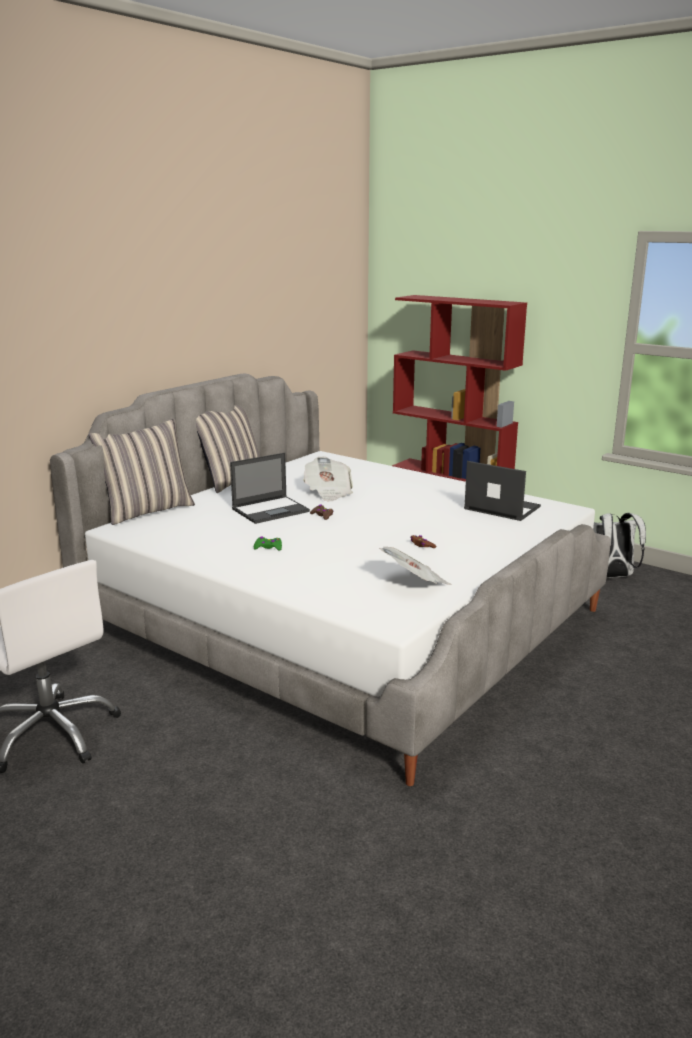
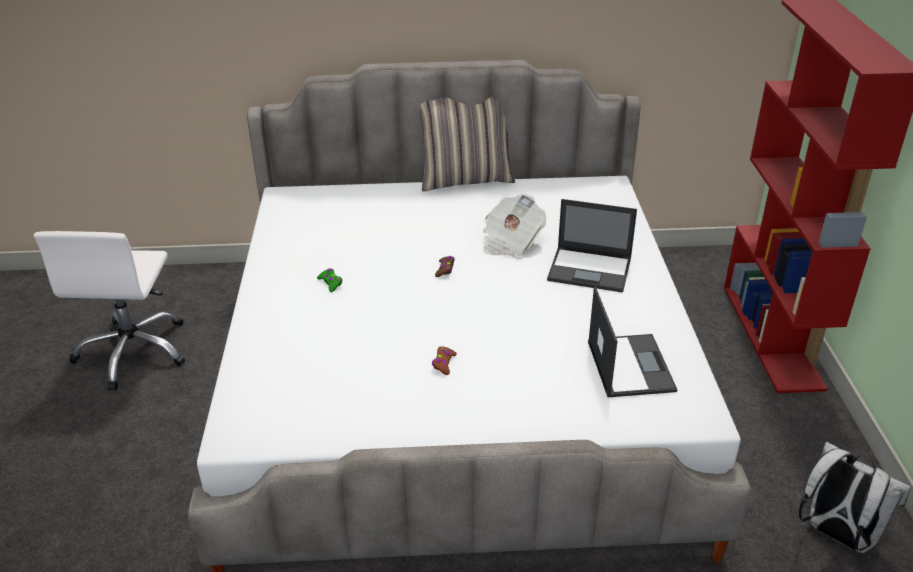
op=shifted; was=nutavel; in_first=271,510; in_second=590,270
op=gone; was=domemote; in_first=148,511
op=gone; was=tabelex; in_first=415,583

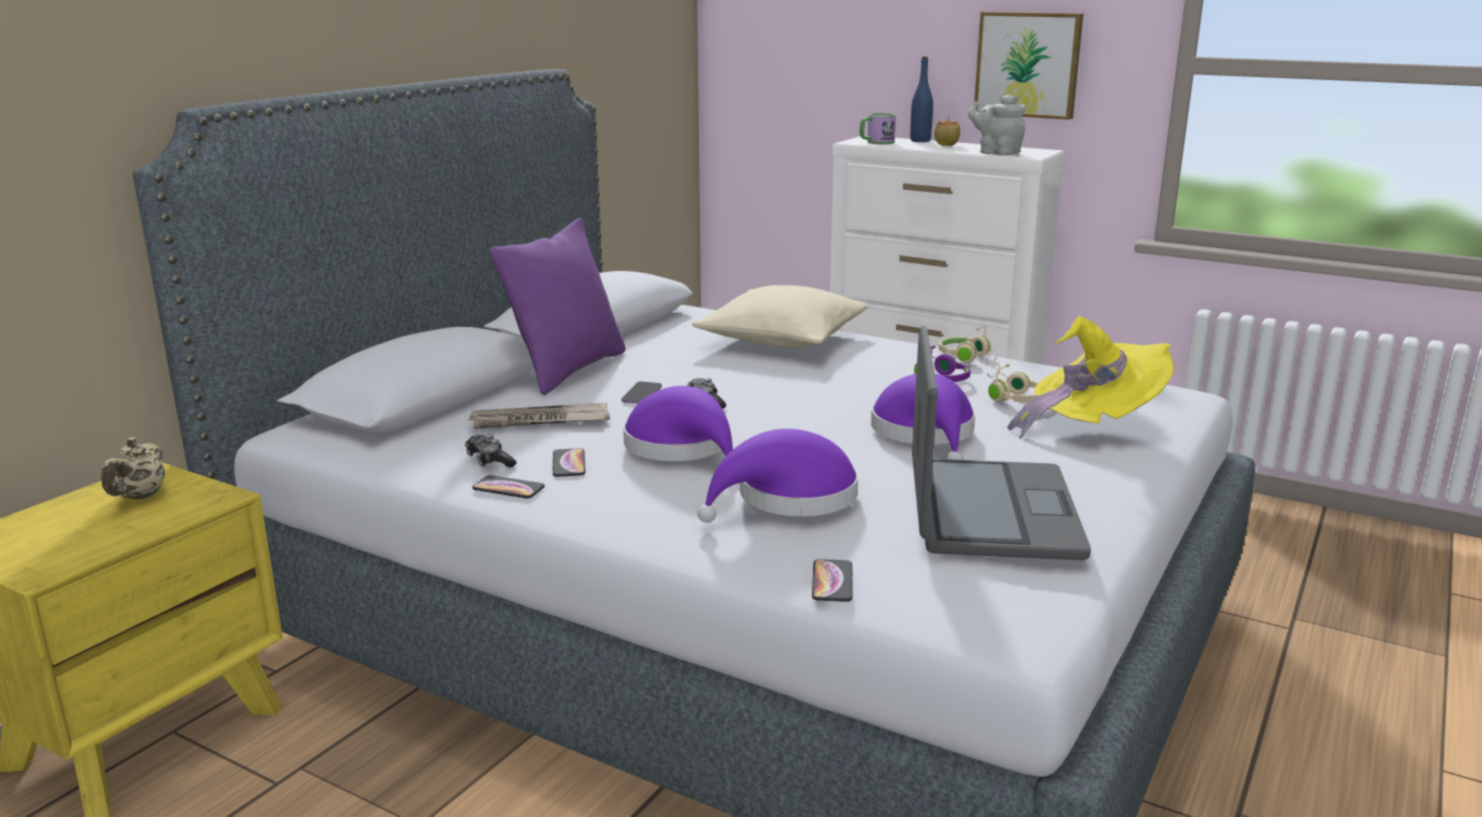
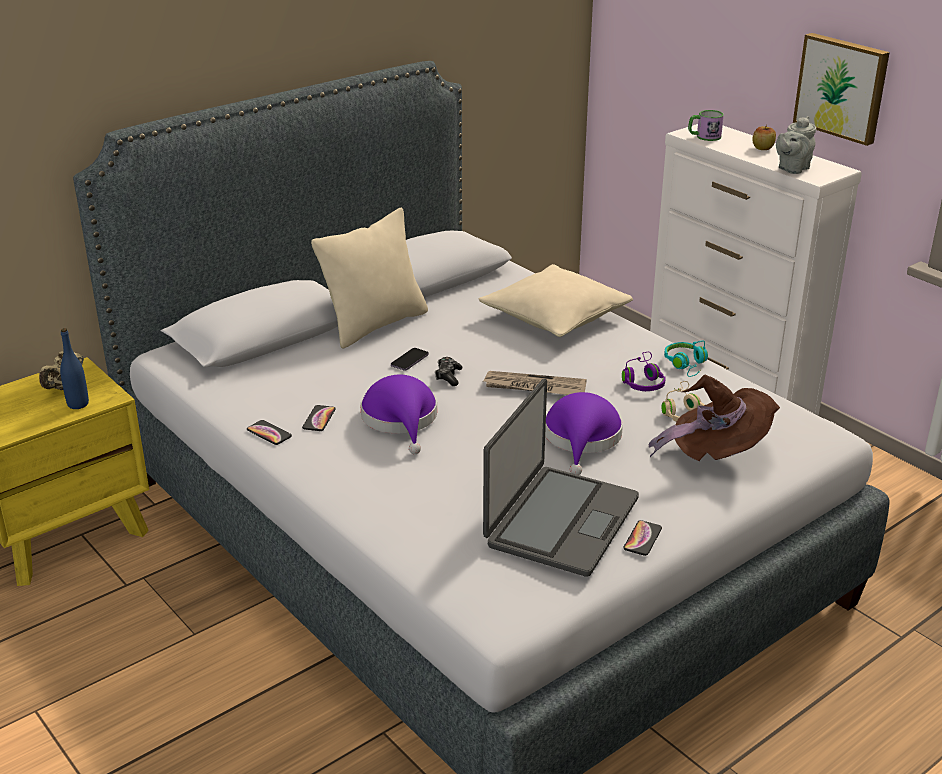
op=shifted; was=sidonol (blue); in_first=920,141; in_second=78,404
op=repainted; was=domemote (purple); now=domemote (beige); in_first=567,369; in_second=375,324
op=shifted; was=tabelex; in_first=539,421; in_second=534,387
op=shifted; was=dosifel; in_first=832,582; in_second=642,538
op=repainted; was=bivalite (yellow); now=bivalite (brown); in_first=1091,425; in_second=717,454
op=repainted; was=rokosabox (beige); now=rokosabox (turquoise); in_first=969,359; in_second=686,365
op=rotated; was=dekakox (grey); in_first=996,152; in_second=792,169; clockwise=-105
op=gone; was=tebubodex; in_first=489,461
op=gone; was=bivalite (purple); in_first=788,498

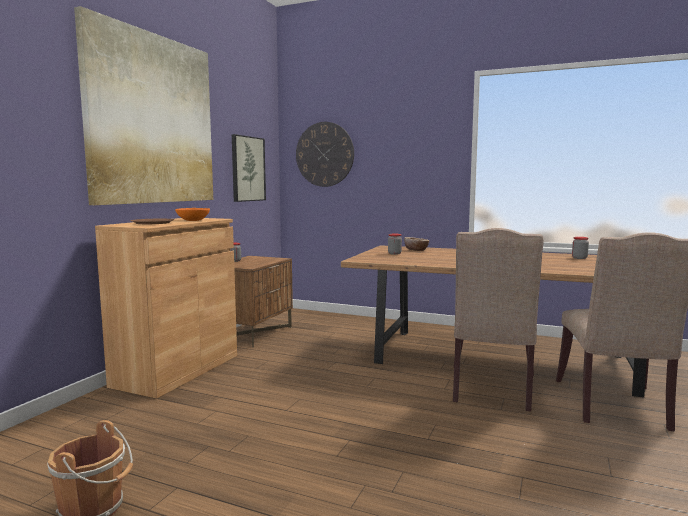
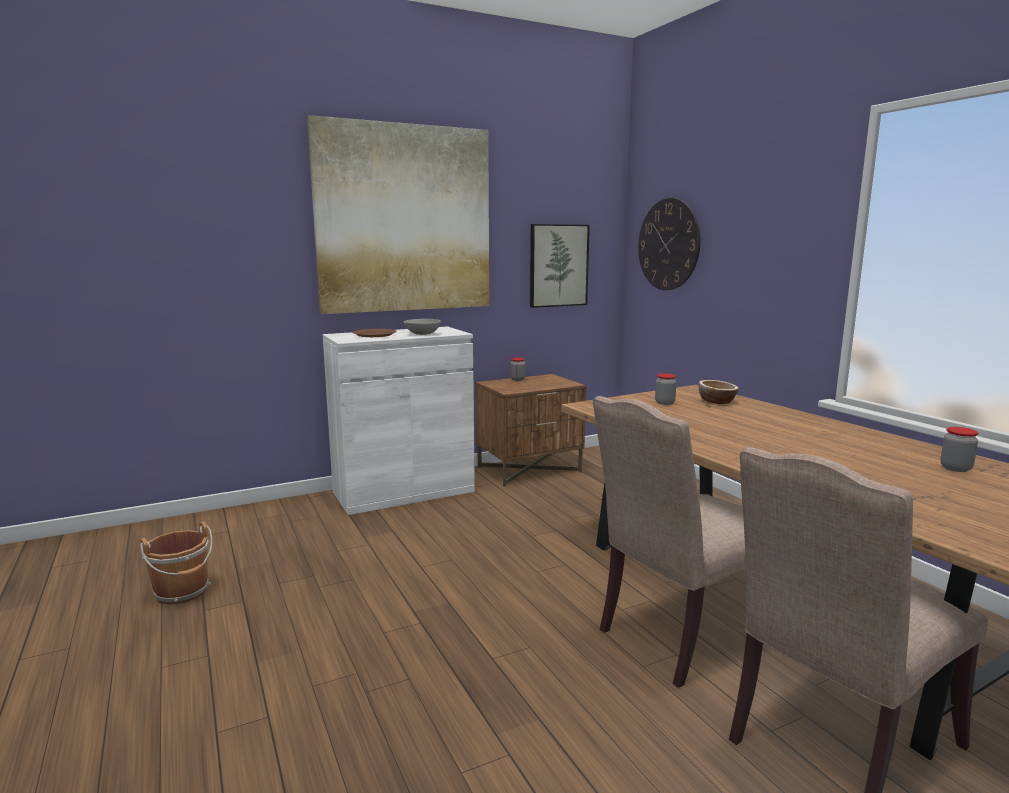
op=repainted; was=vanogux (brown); now=vanogux (white); in_first=177,370; in_second=403,492
op=repainted; was=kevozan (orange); now=kevozan (grey); in_first=193,220; in_second=423,334

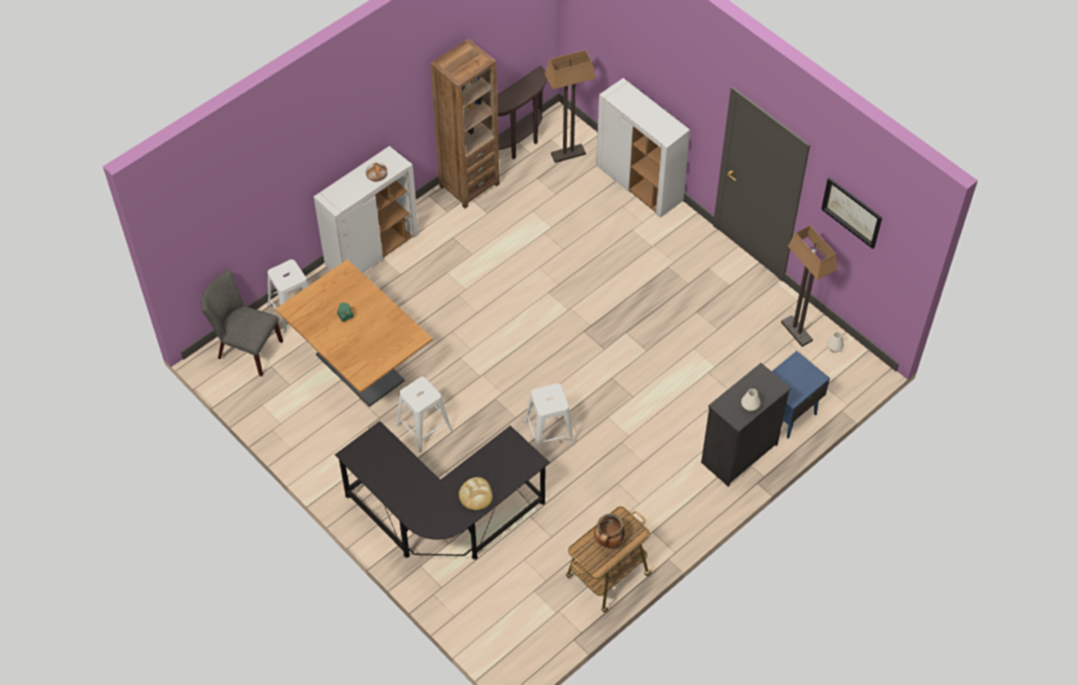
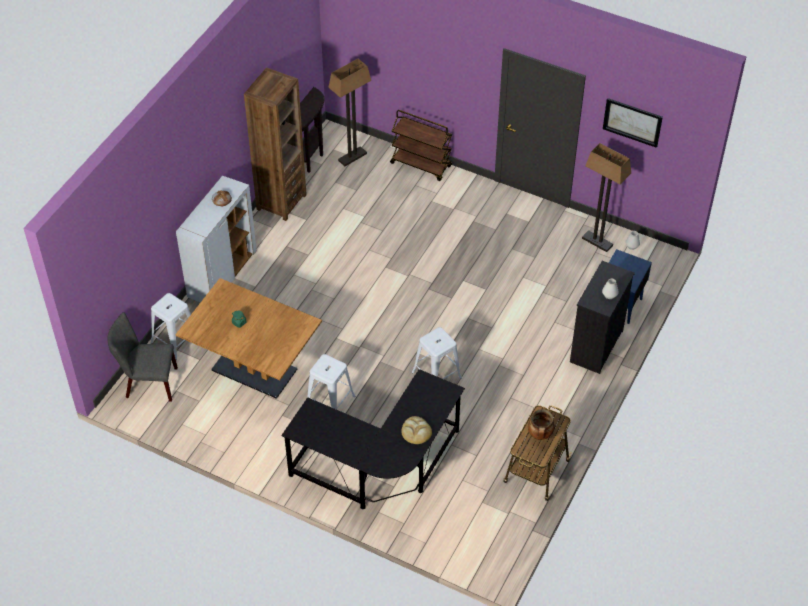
op=swapped; was=vanogux (white); now=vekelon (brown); in_first=640,184; in_second=421,165

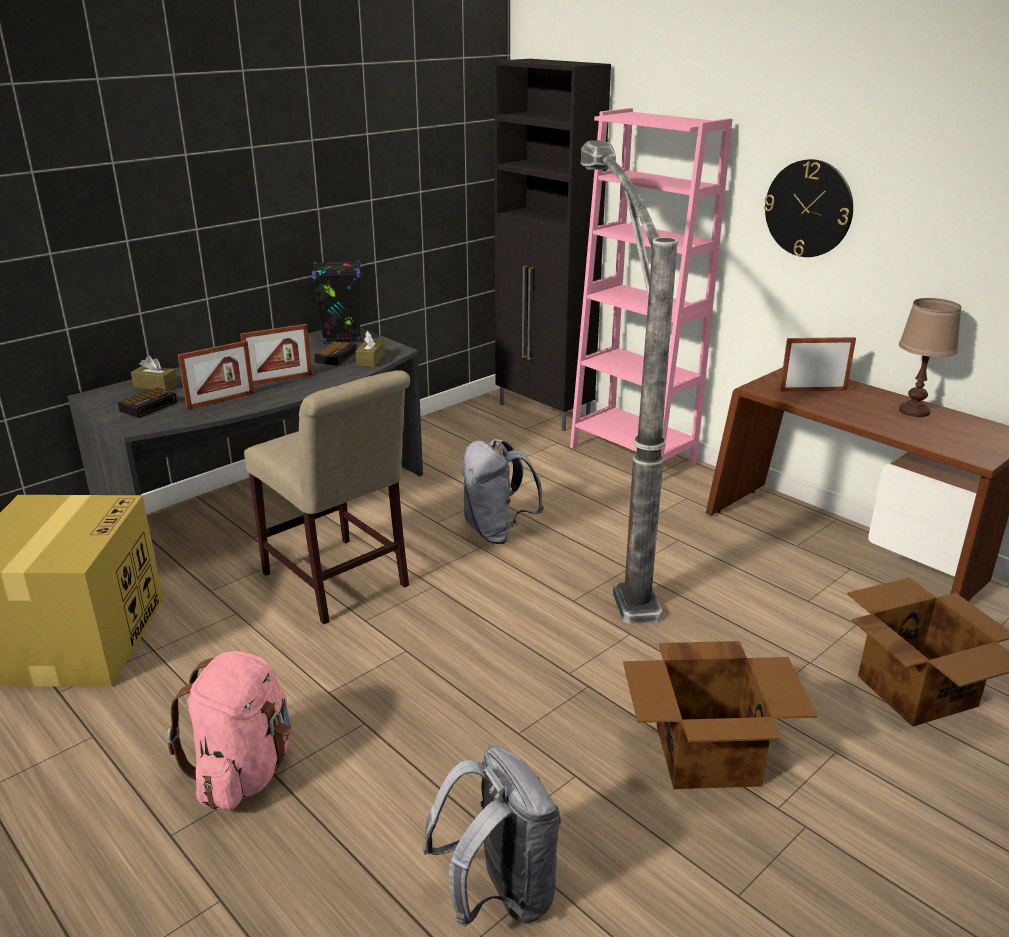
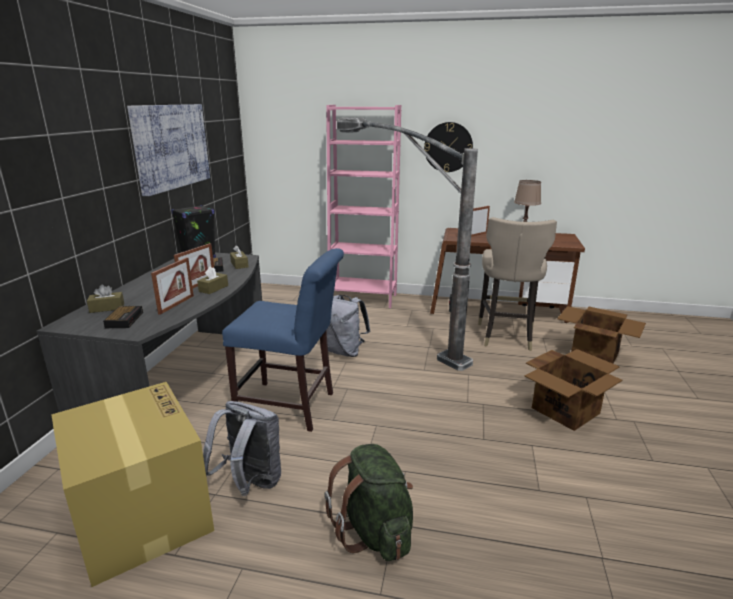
op=new; now=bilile; in_second=170,146
op=new; now=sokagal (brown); in_second=213,288
op=shifted; was=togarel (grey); in_first=499,894; in_second=250,483
op=repainted; was=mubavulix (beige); now=mubavulix (blue); in_first=339,583; in_second=291,407
op=repainted; was=togarel (pink); now=togarel (green); in_first=245,771; in_second=374,531
op=new; now=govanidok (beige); in_second=505,336
op=gone; was=vanogux (black); in_first=544,413

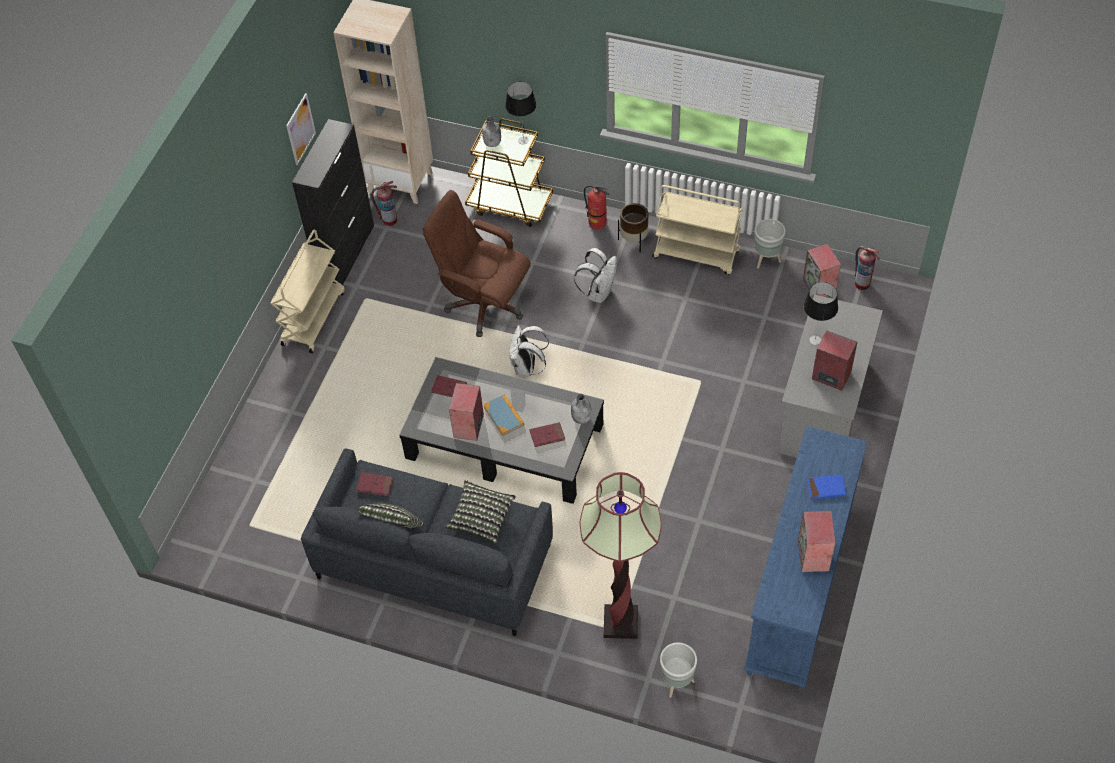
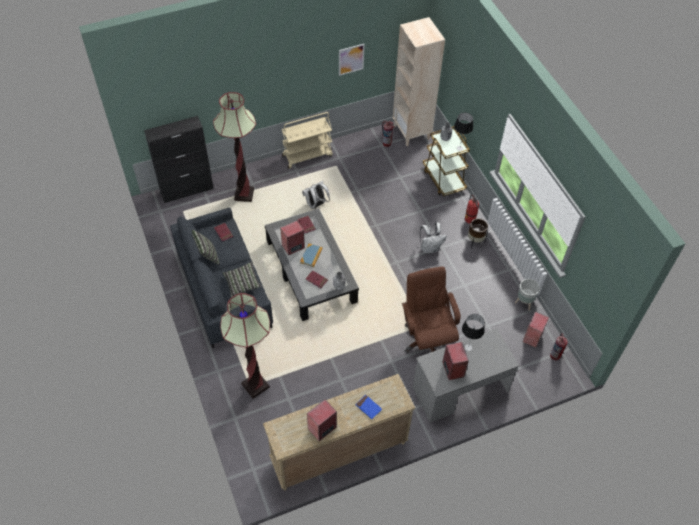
op=shifted; was=vanogux (black); in_first=346,252; in_second=187,190
op=new; now=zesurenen; in_second=244,194
op=repainted; was=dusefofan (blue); now=dusefofan (beige); in_first=798,593; in_second=338,452
op=shifted; was=togarel (white); in_first=527,367; in_second=316,205
op=shifted; was=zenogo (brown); in_first=484,305; in_second=426,339
op=gone; was=vekelon (beige); in_first=696,254
op=gone; was=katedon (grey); in_first=677,682

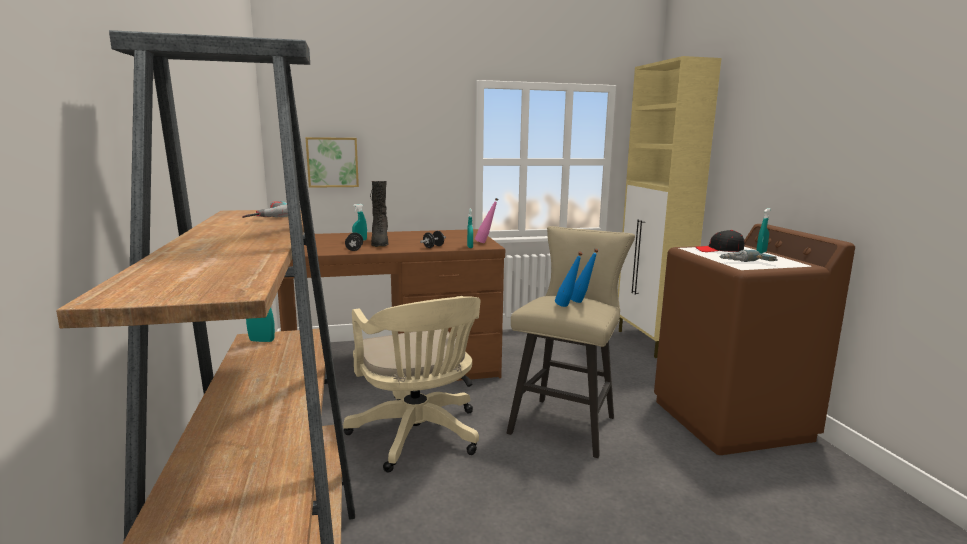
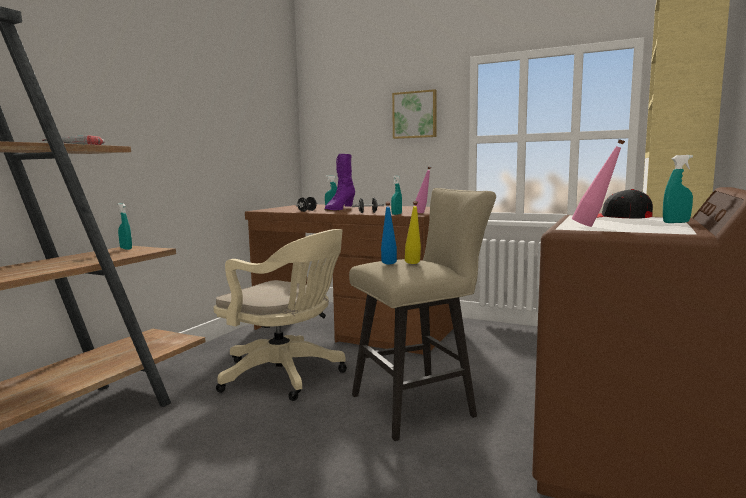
op=rotated; was=zenogo (beige); in_first=418,437; in_second=286,376; clockwise=-75
op=repainted; was=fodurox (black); now=fodurox (purple); in_first=380,243; in_second=339,209
op=shifted; was=bilile; in_first=332,162; in_second=415,115
op=repainted; was=sidonol (blue); now=sidonol (yellow); in_first=582,302; in_second=413,264
op=swapped; was=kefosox; now=sidonol (pink); in_first=747,263; in_second=595,226

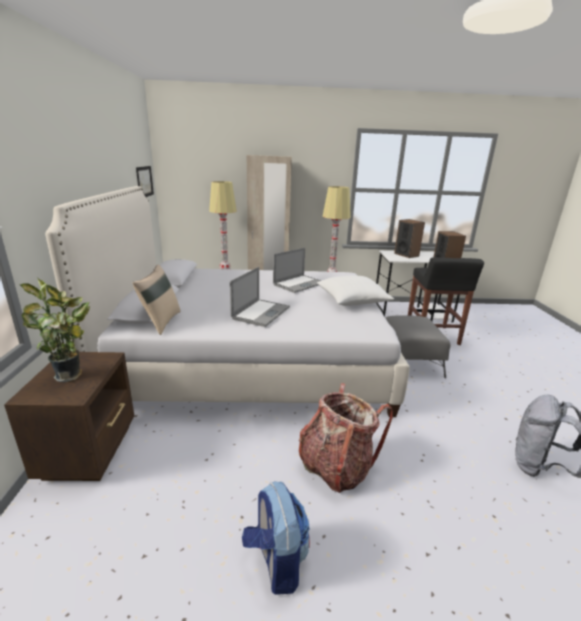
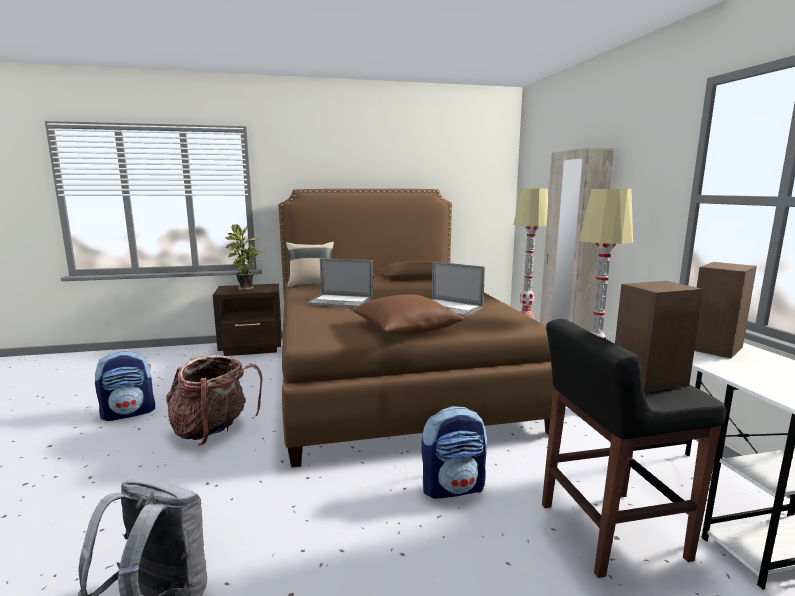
op=repainted; was=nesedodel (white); now=nesedodel (brown); in_first=251,360; in_second=391,376
op=repainted; was=domemote (white); now=domemote (brown); in_first=352,300; in_second=406,329
op=swapped; was=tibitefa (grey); now=togarel; in_first=408,362; in_second=453,487
op=gone; was=bilile; in_first=144,181

